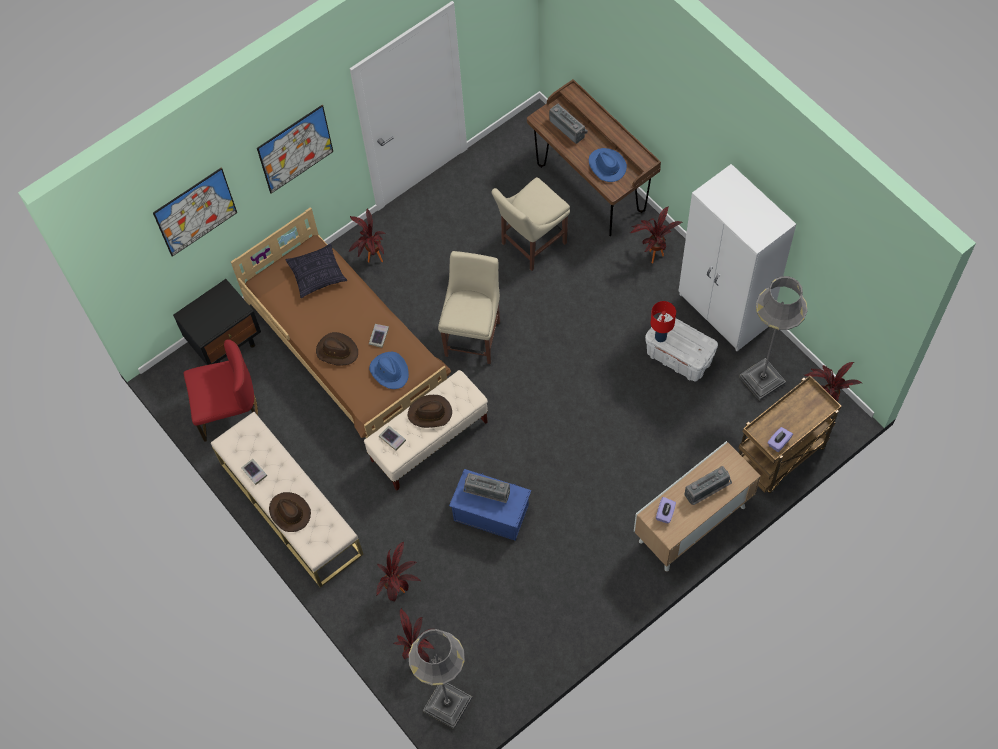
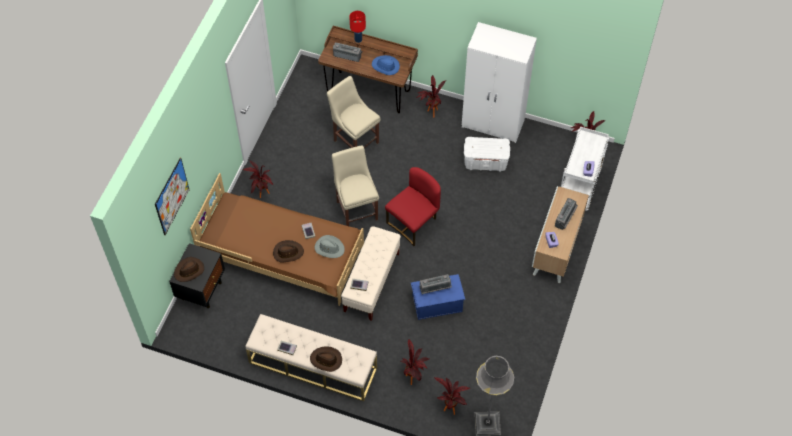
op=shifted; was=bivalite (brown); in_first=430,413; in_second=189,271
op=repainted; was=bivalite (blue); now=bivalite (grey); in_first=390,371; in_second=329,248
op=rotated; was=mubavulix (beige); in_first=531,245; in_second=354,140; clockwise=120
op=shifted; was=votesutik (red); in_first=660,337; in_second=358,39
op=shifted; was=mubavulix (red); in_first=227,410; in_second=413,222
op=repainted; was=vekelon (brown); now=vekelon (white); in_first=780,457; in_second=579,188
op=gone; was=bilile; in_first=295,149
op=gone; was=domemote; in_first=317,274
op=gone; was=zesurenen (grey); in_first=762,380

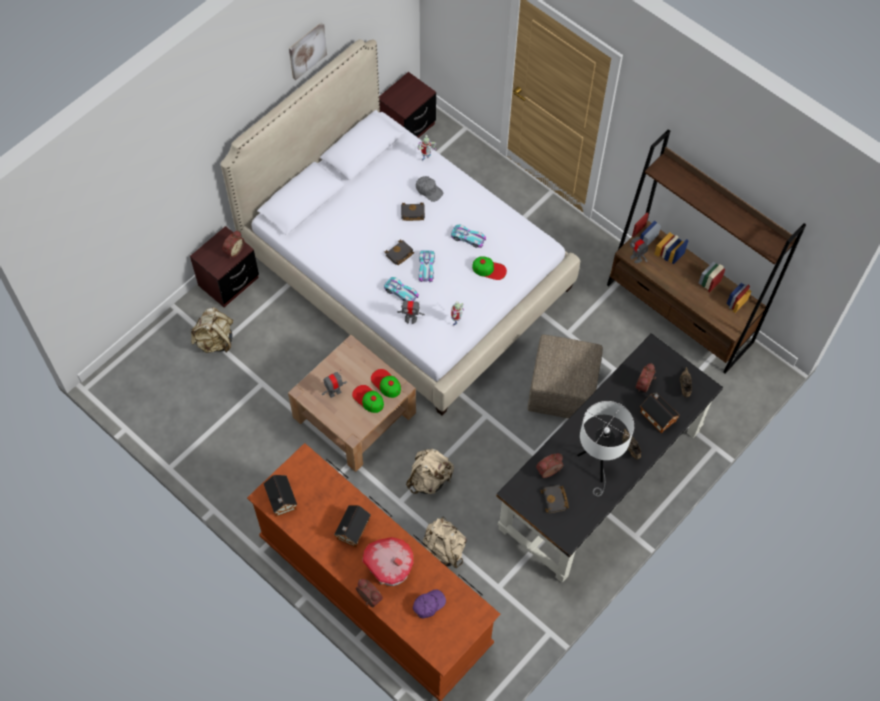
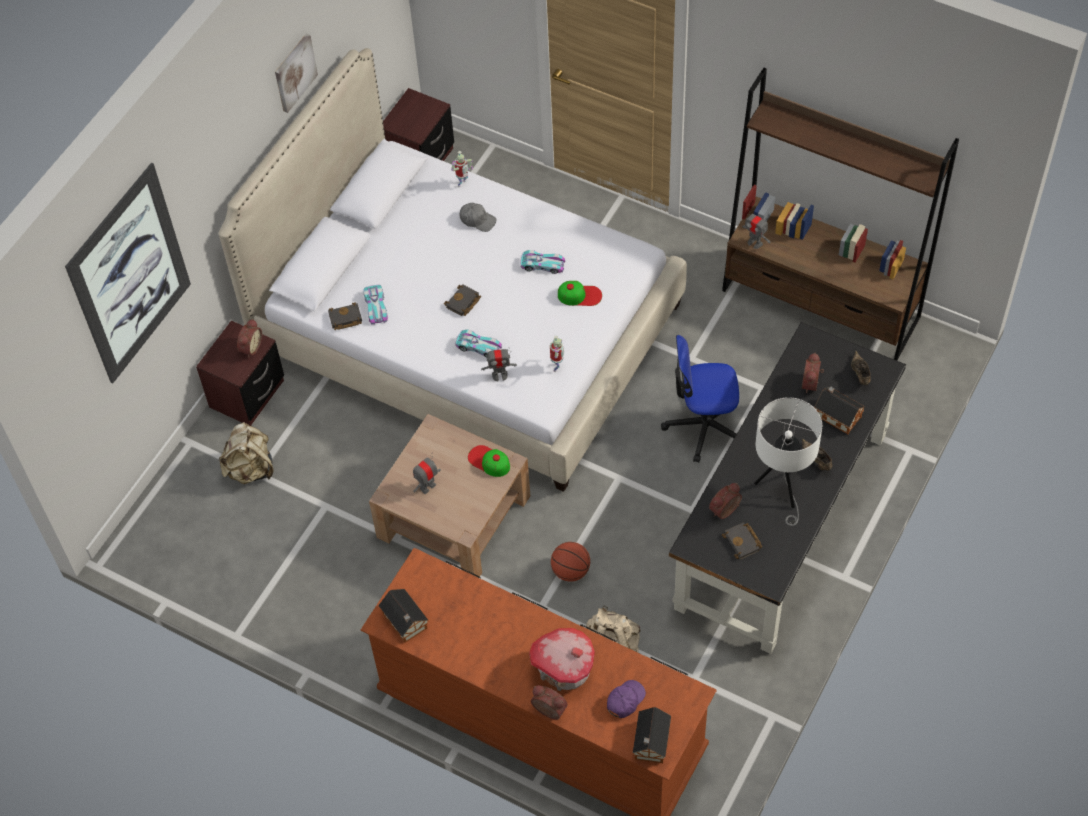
op=new; now=bilile; in_second=130,275
op=shifted; was=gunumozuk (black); in_first=412,213; in_second=345,319
op=shifted; was=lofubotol; in_first=426,268; in_second=376,307
op=swapped; was=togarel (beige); now=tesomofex; in_first=429,479; in_second=570,571
op=shifted; was=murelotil; in_first=352,530; in_second=650,743
op=swapped; was=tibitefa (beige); now=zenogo; in_first=562,389; in_second=703,426
op=gone; was=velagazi; in_first=368,399

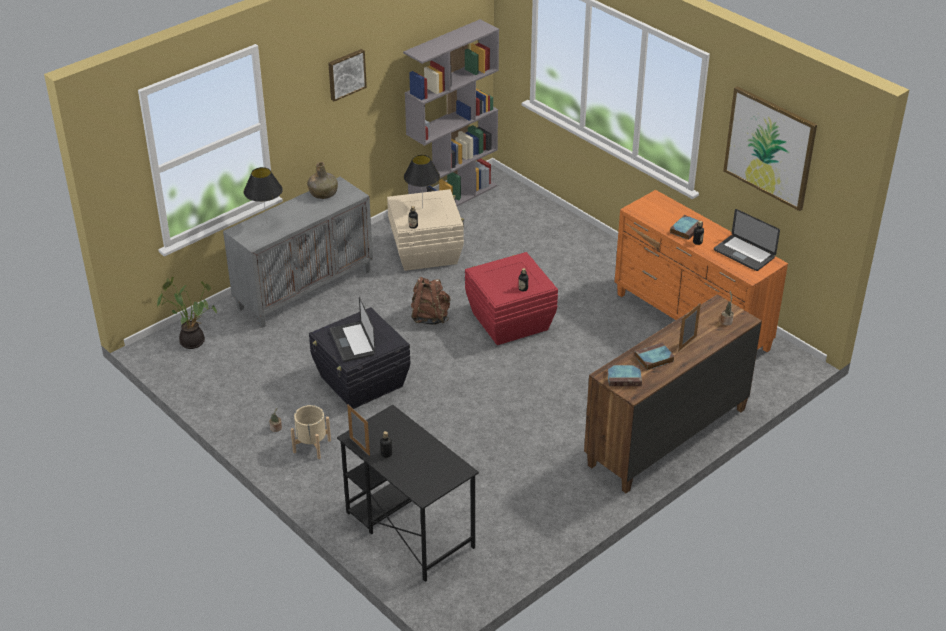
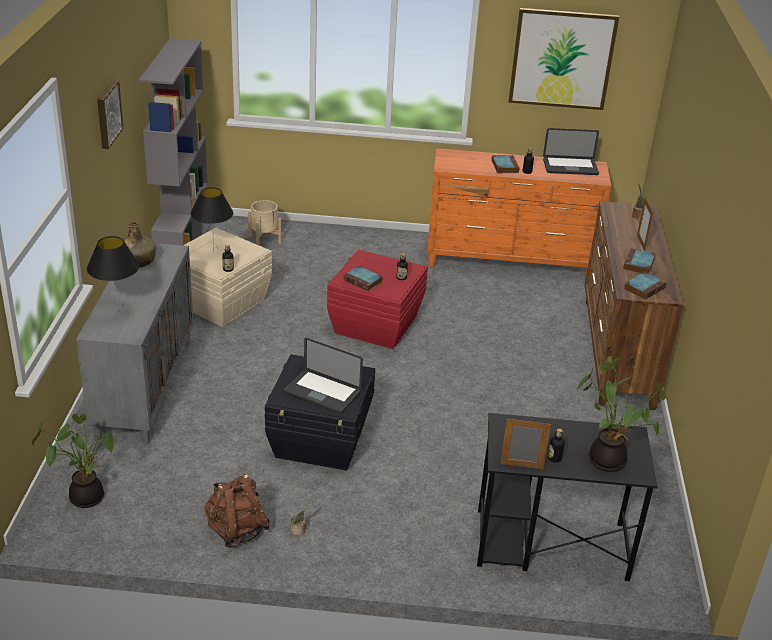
op=shifted; was=togarel (brown); in_first=430,317; in_second=236,531
op=shifted; was=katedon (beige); in_first=311,446; in_second=264,239
op=new; now=gunumozuk; in_second=363,281
op=new; now=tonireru; in_second=609,459

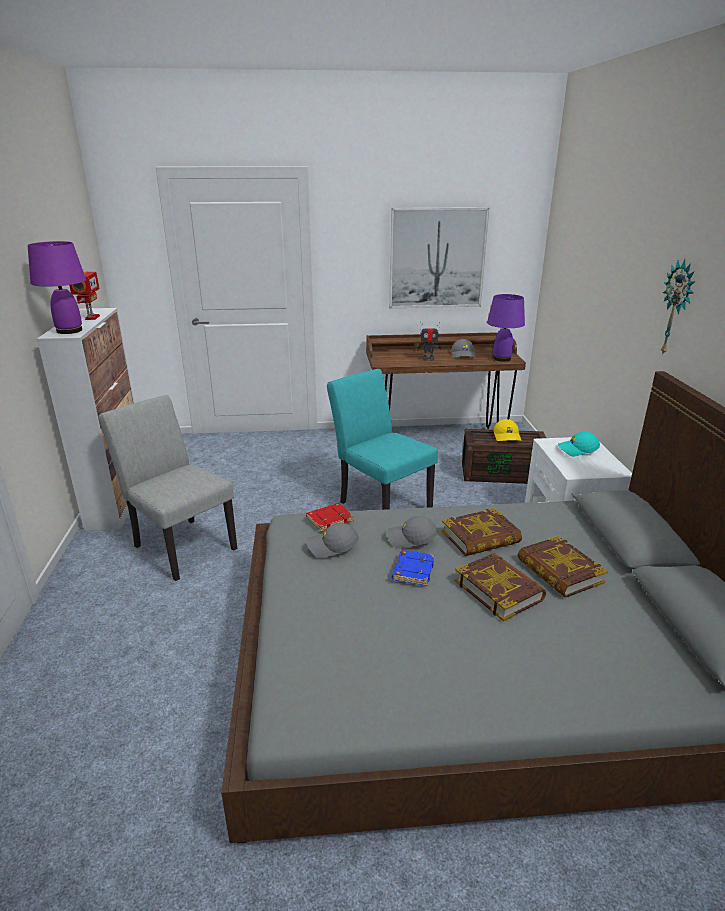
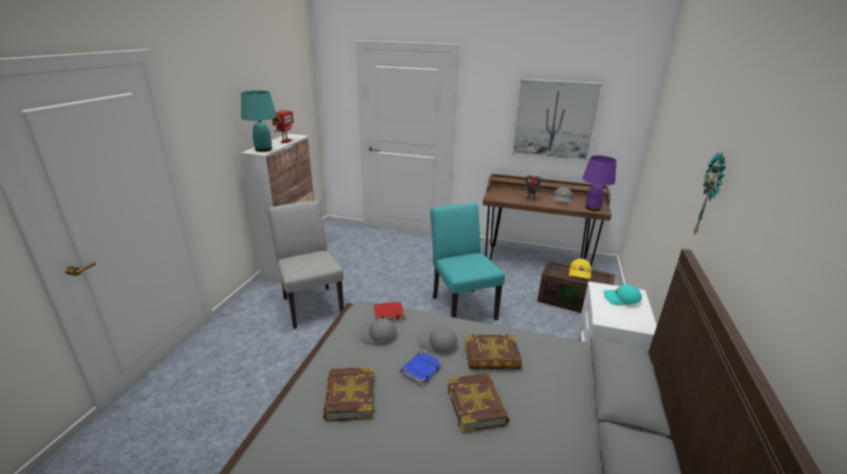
op=repainted; was=votesutik (purple); now=votesutik (turquoise); in_first=70,330; in_second=264,149
op=shifted; was=gunumozuk; in_first=559,571; in_second=349,397

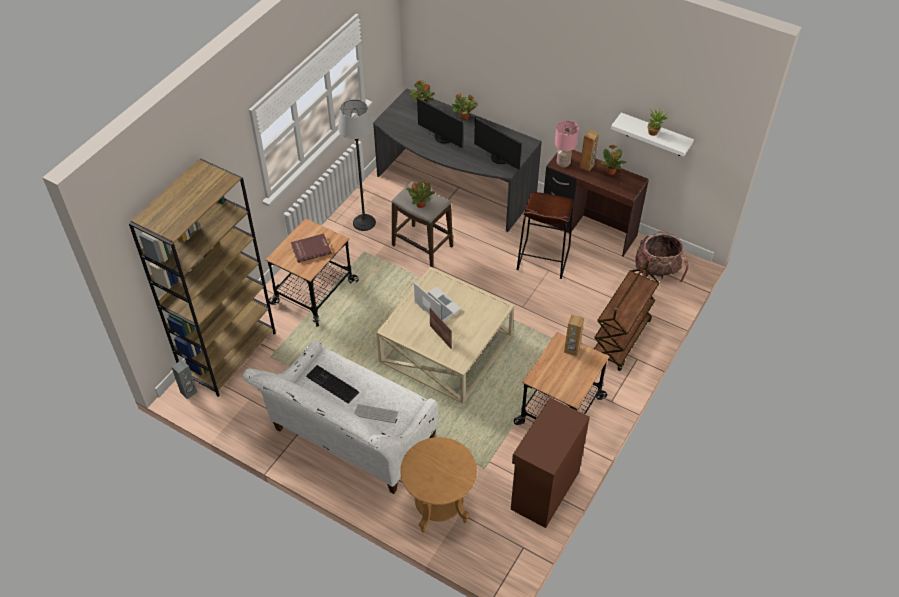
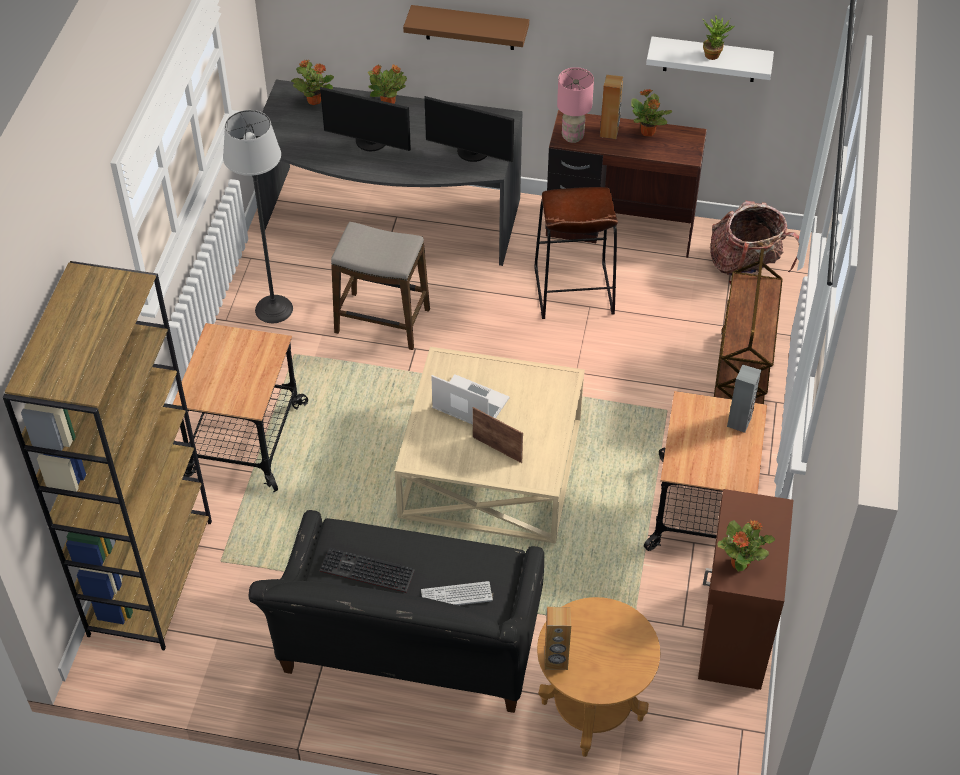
op=repainted; was=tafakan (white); now=tafakan (black); in_first=349,440; in_second=408,652
op=new; now=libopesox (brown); in_second=470,28
op=shifted; was=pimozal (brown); in_first=571,350; in_second=556,660
op=shifted; was=tonireru; in_first=421,204; in_second=740,562
op=shifted; was=pimozal (grey); in_first=189,392; in_second=739,422
op=gone; was=gunumozuk (red); in_first=311,249

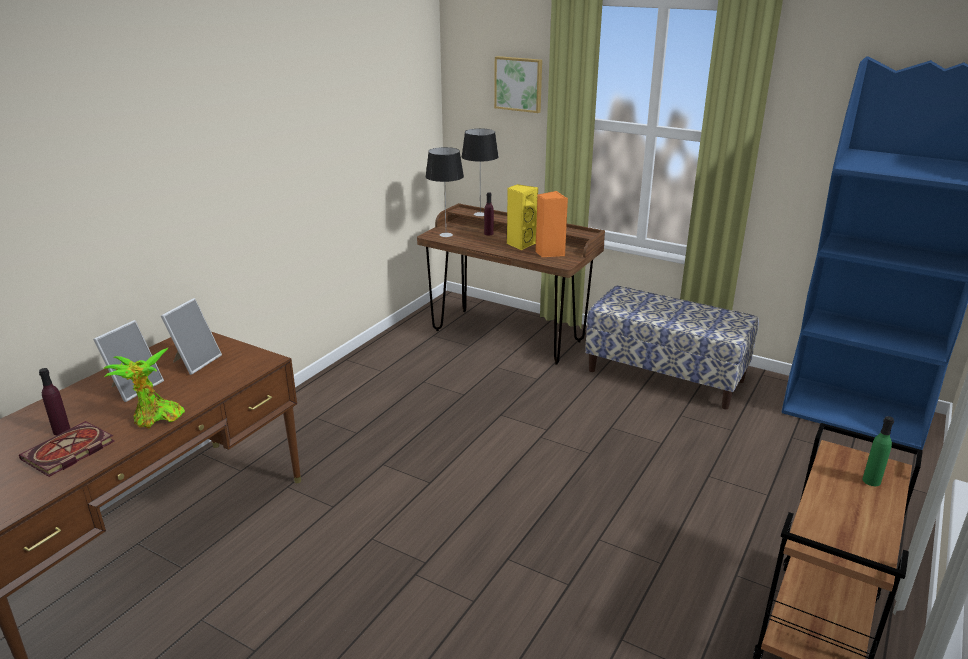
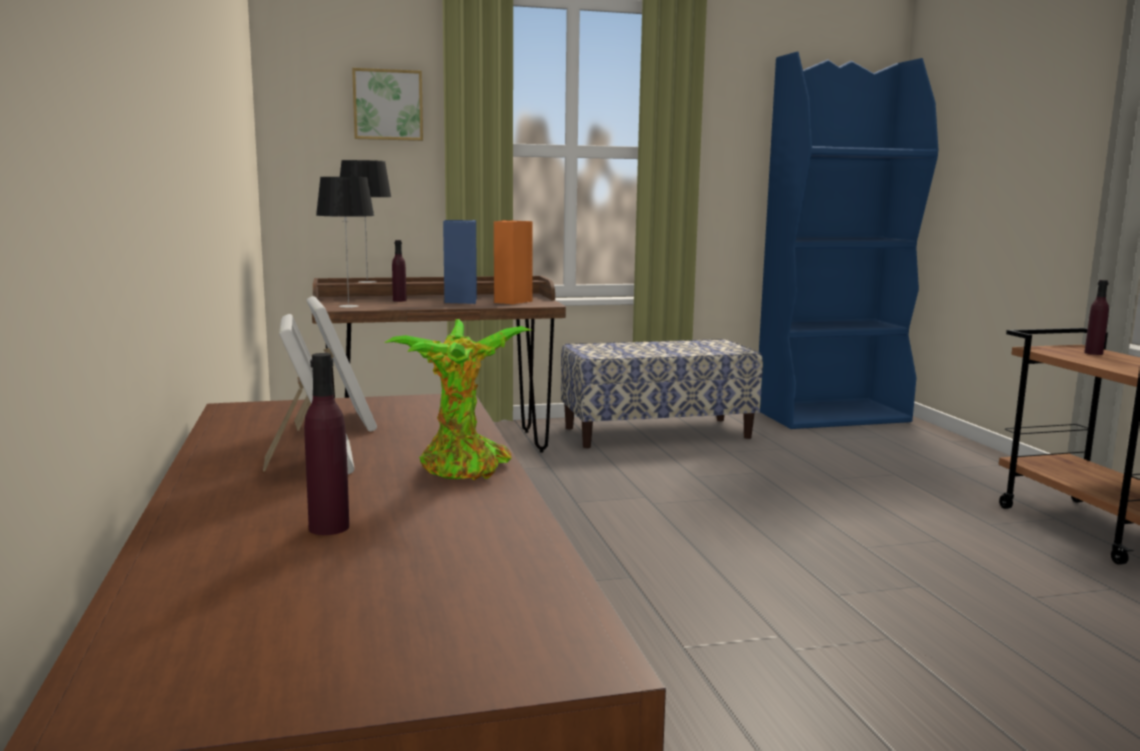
op=repainted; was=pimozal (yellow); now=pimozal (blue); in_first=520,244; in_second=461,301
op=repainted; was=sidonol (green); now=sidonol (purple); in_first=871,481; in_second=1093,353
op=gone; was=gunumozuk; in_first=67,452

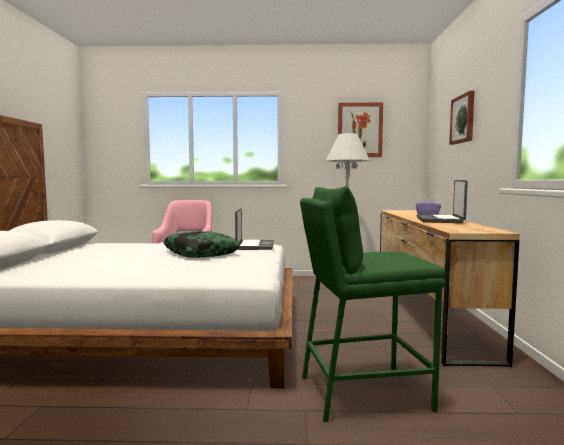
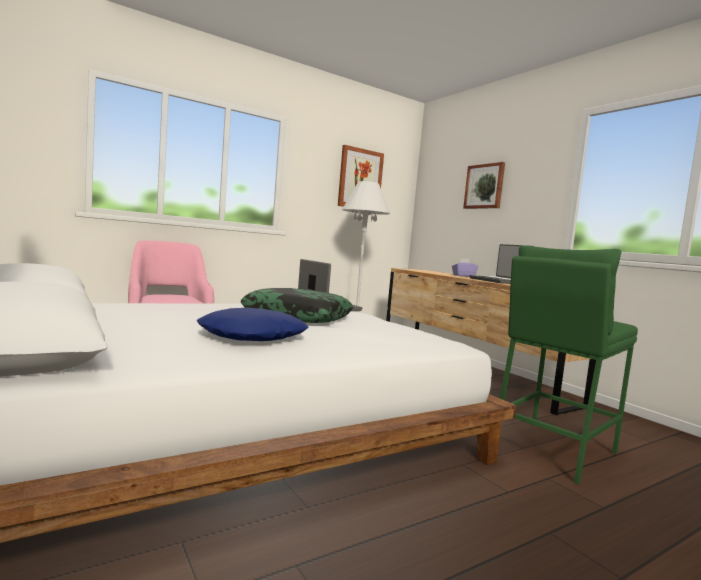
op=new; now=domemote (blue); in_second=252,336

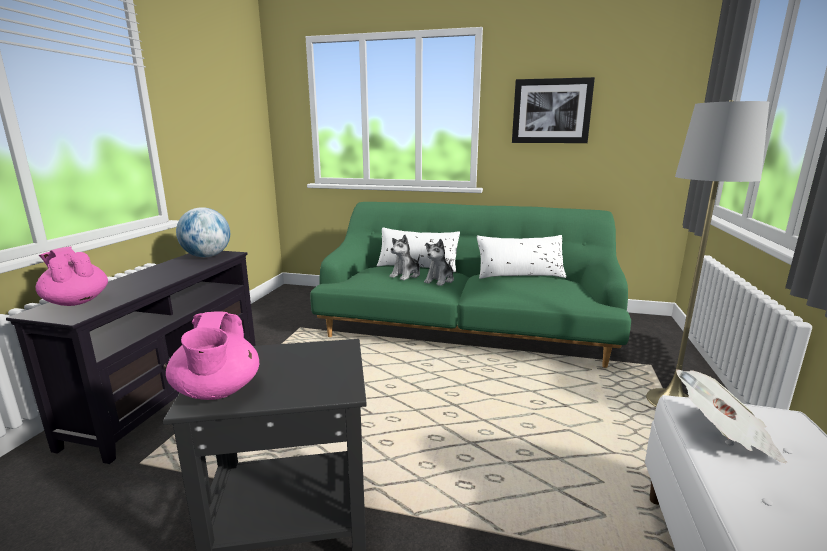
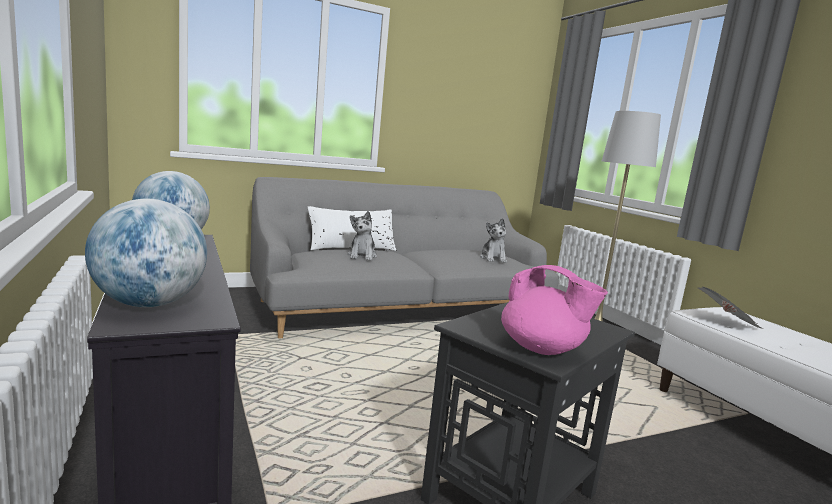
op=swapped; was=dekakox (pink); now=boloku; in_first=76,302; in_second=149,304
op=repainted; was=tafakan (green); now=tafakan (grey); in_first=465,329; in_second=400,309
op=shifted; was=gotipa; in_first=440,280; in_second=493,258
op=gone; was=domemote (white); in_first=519,275
op=gone; was=bilile; in_first=551,111

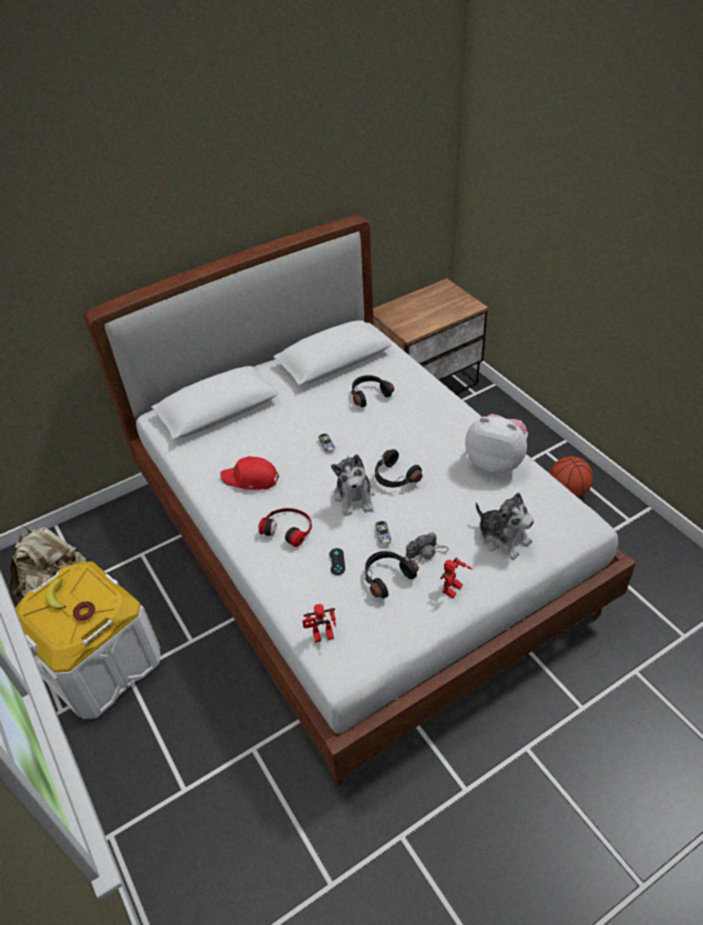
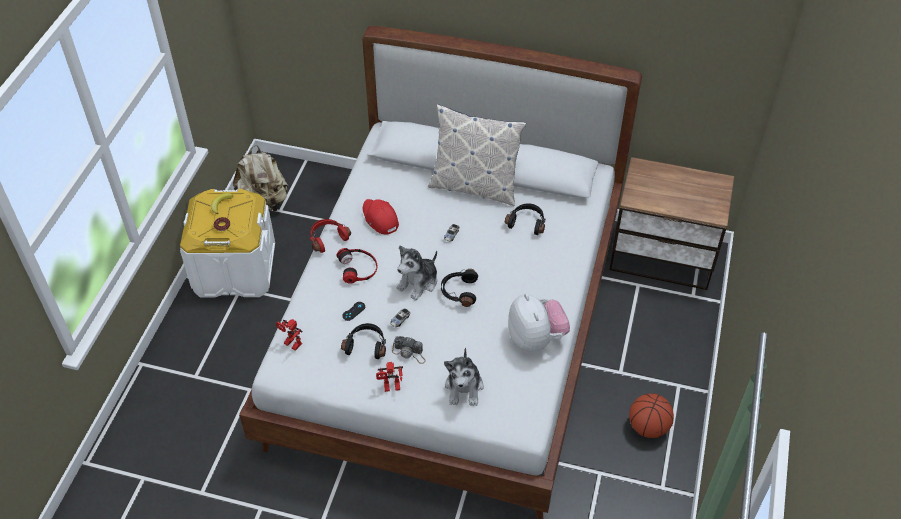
op=new; now=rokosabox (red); in_second=327,238
op=new; now=domemote; in_second=474,186

